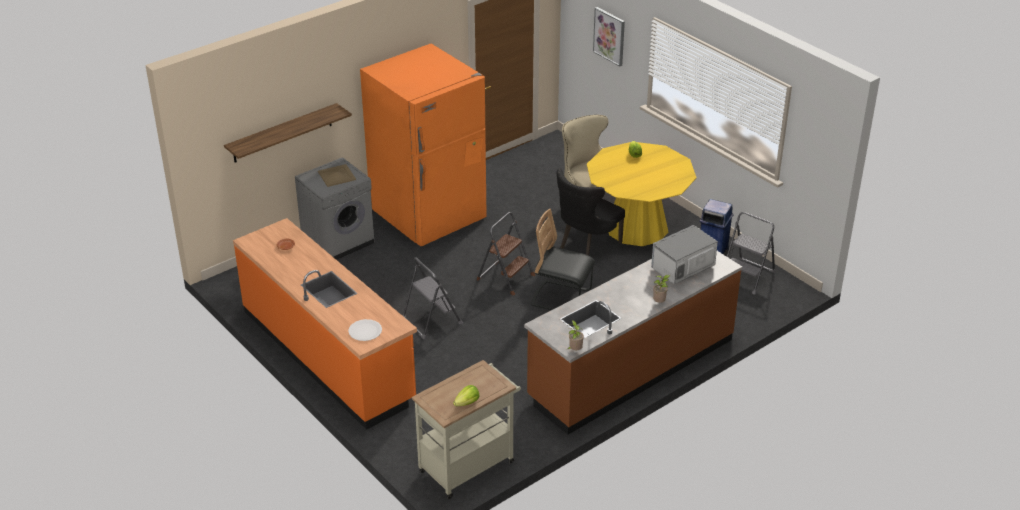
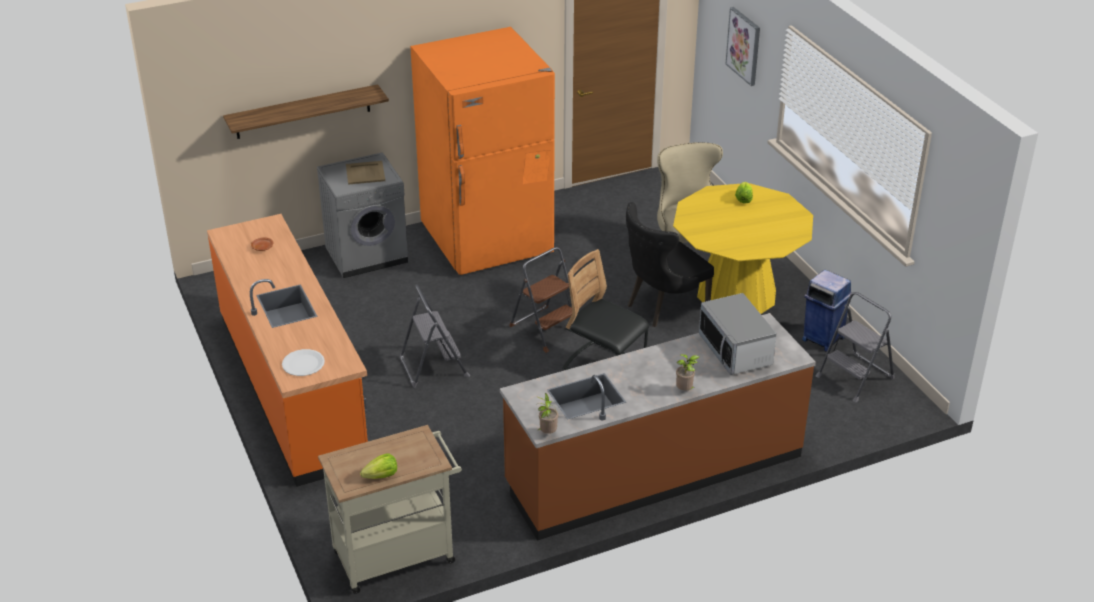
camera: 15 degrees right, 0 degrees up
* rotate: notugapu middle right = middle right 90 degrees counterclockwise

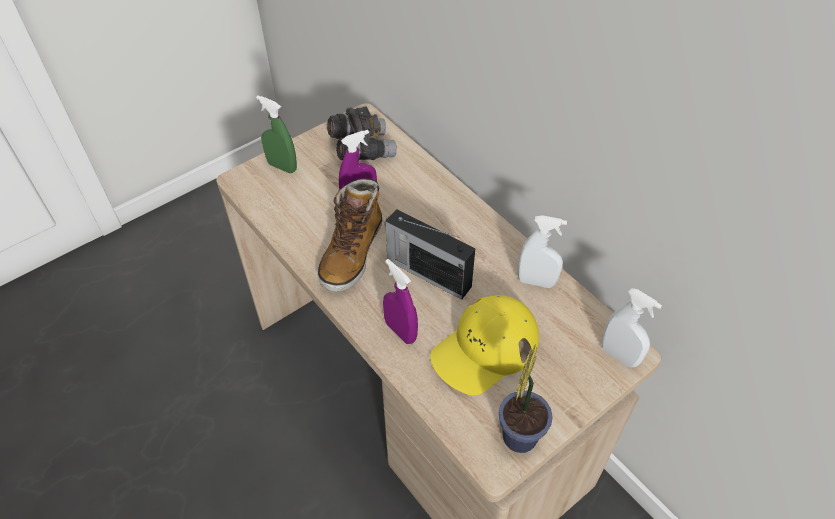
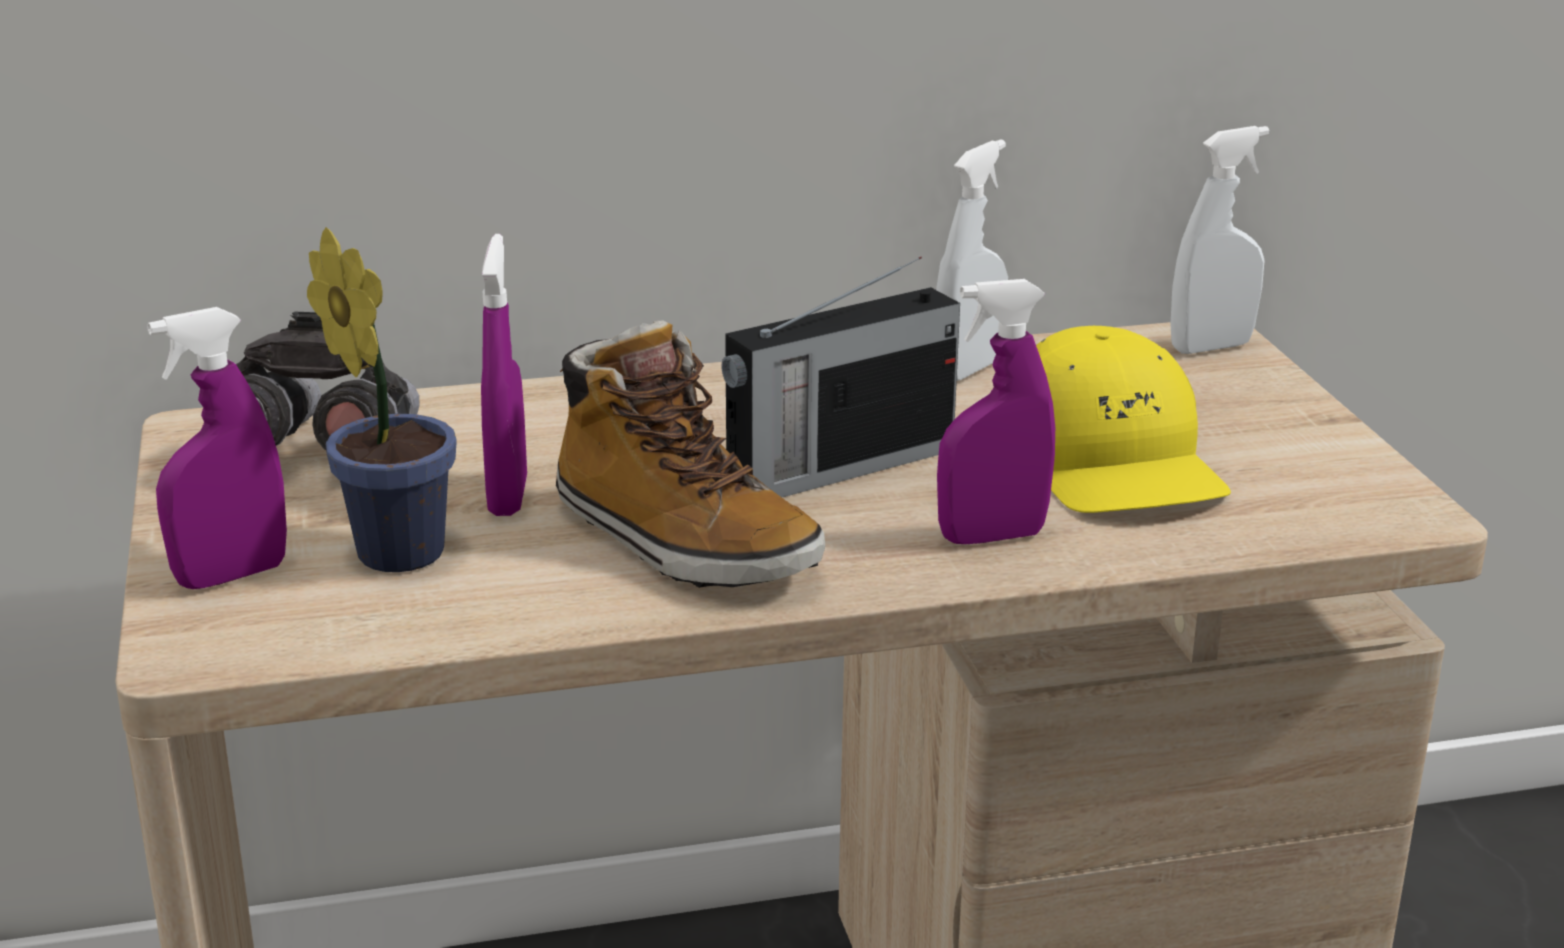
camera: 65 degrees left, 25 degrees down
* move: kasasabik bottom centre to middle left
* recolor: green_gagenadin top left to purple_gagenadin (1st from left) middle left

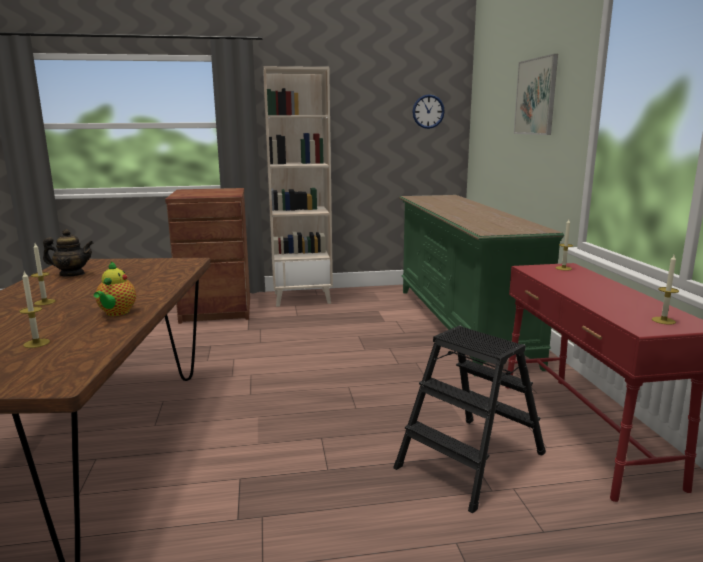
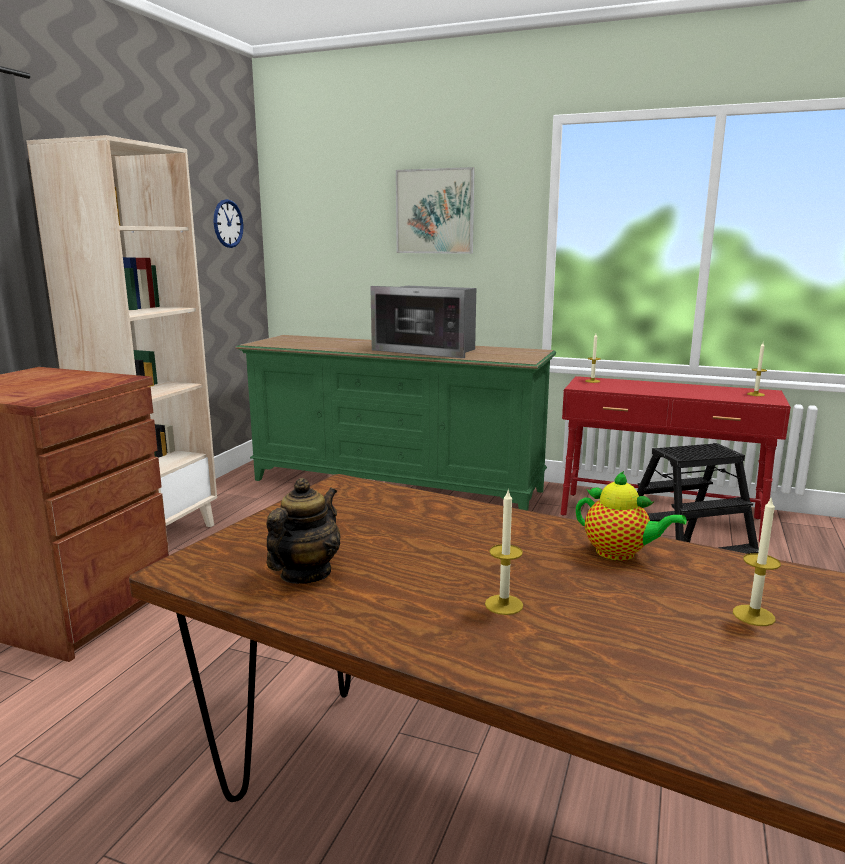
camera: 60 degrees left, 0 degrees up
* insert: notugapu centre

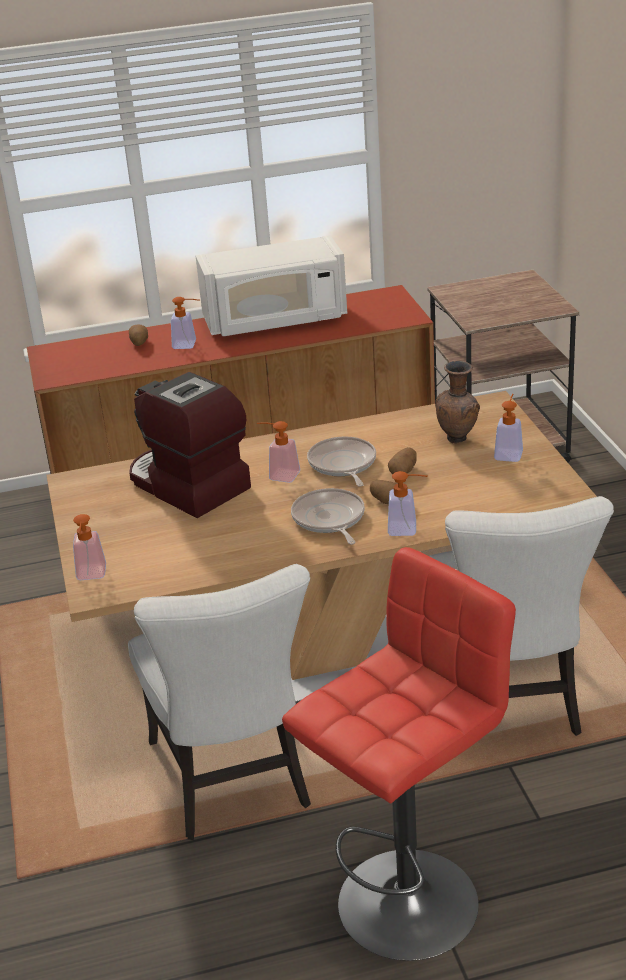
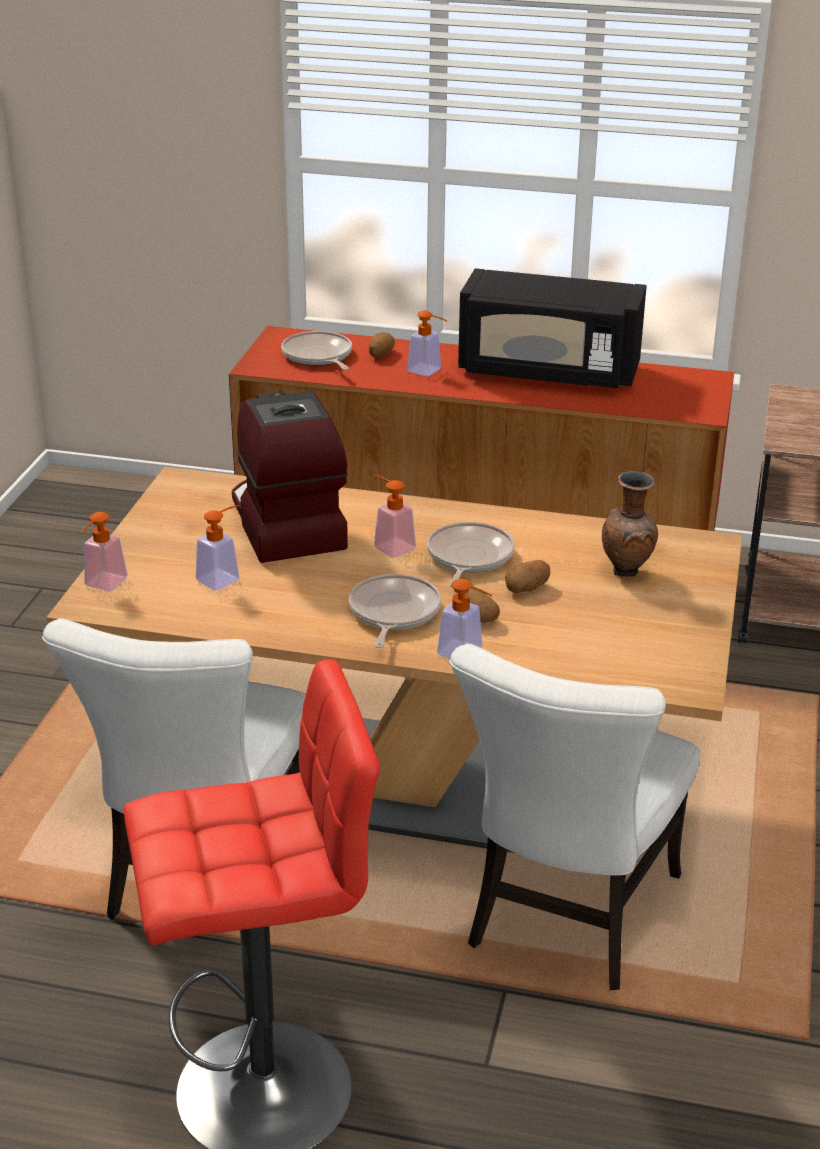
camera: 25 degrees right, 0 degrees up
* insert: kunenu (1st from left) top centre
* move: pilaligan (5th from left in the first image) middle right to pilaligan (2nd from left) middle left
* recolor: white_notugapu top centre to black_notugapu top right

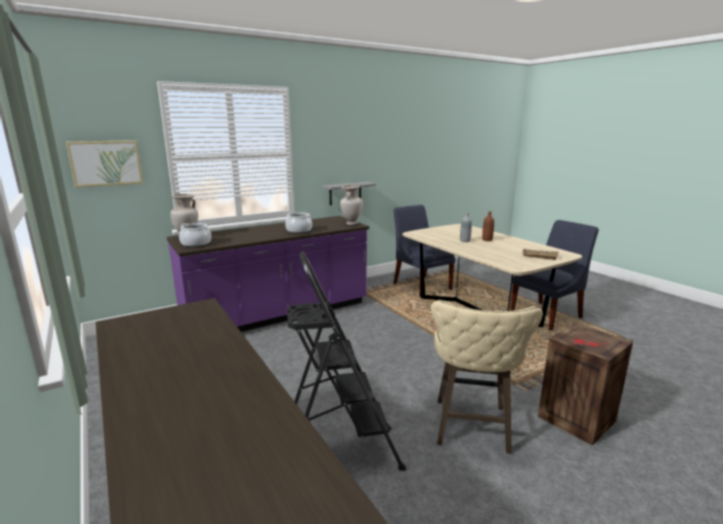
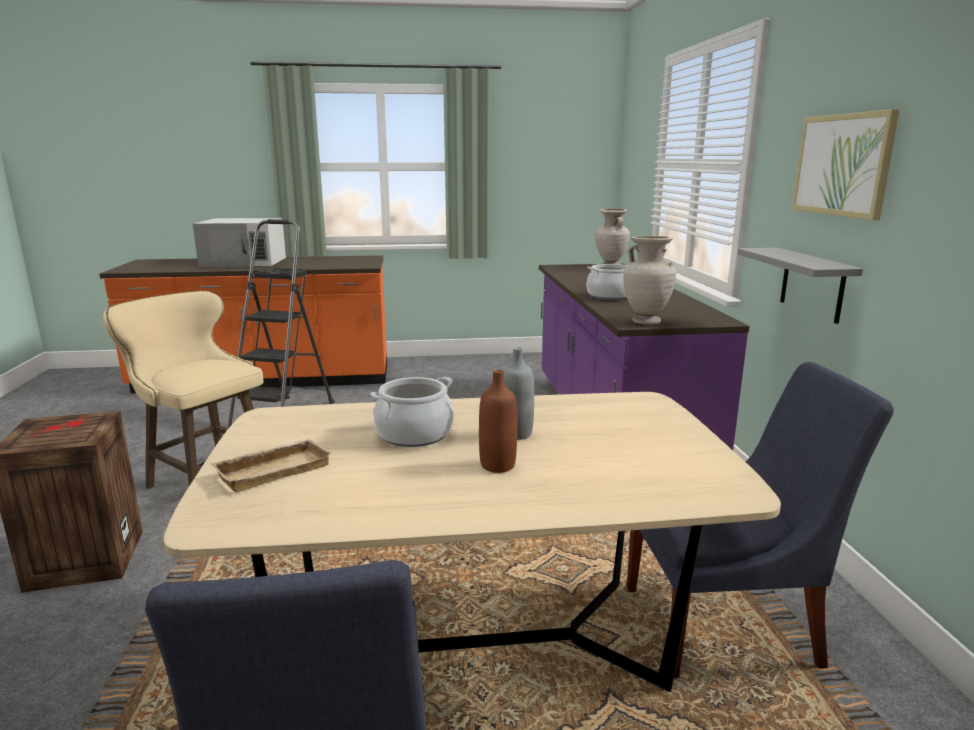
camera: 115 degrees right, 0 degrees up
* insert: white_notugapu top left
* move: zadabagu top left to top right
* move: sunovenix (1st from left) middle left to centre

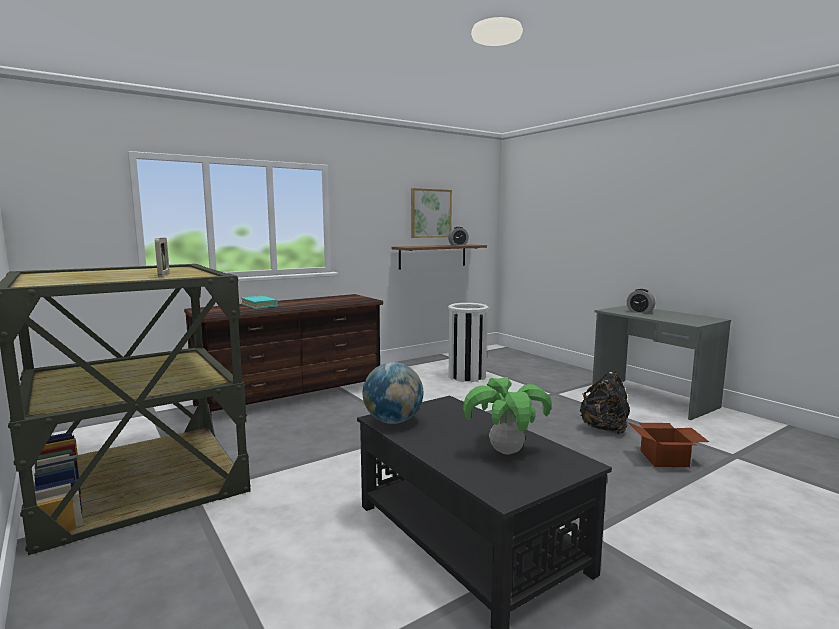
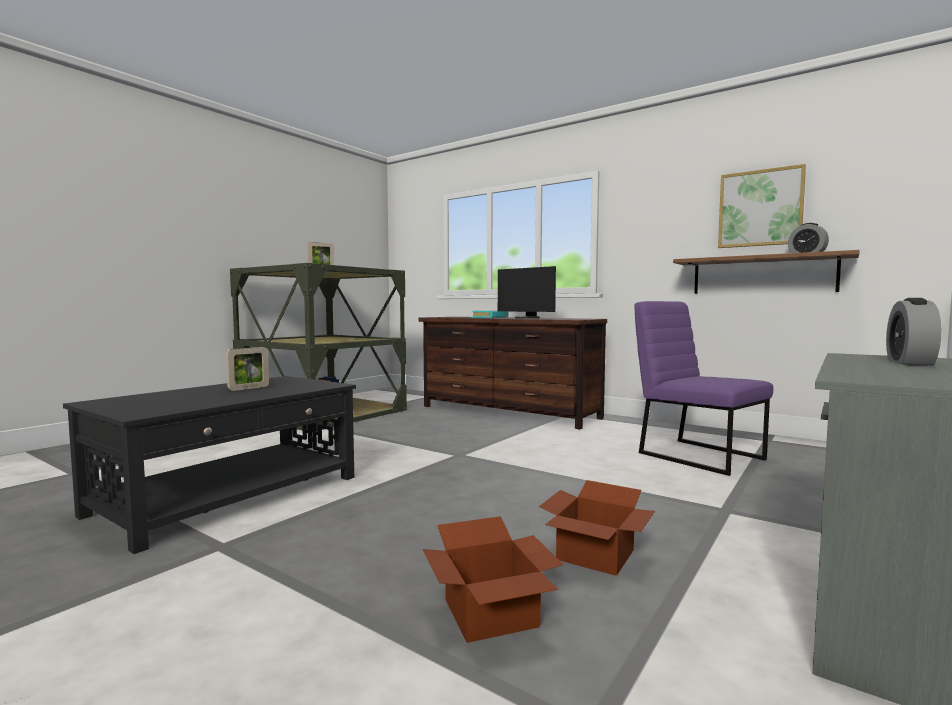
camera: 70 degrees right, 5 degrees down
* delete: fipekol centre
* delete: kasasabik centre
* insert: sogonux (1st from left) middle left
* insert: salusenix centre
* replace: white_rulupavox centre to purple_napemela middle right
* replace: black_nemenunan middle right to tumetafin (2nd from left) bottom centre

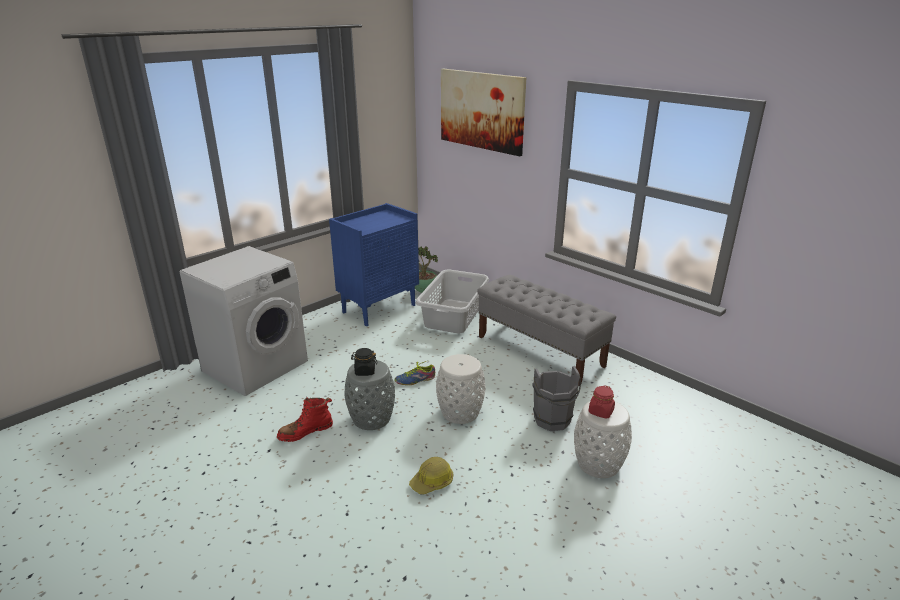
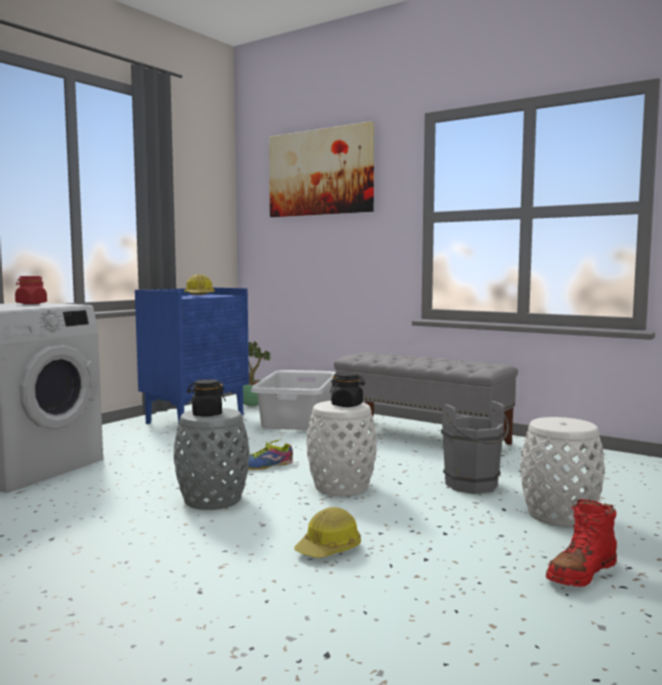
camera: 10 degrees left, 20 degrees down
* insert: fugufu (1st from left) middle left
* insert: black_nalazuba (2nd from left) centre
* move: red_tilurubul bottom centre to bottom right
* move: red_nalazuba bottom right to middle left

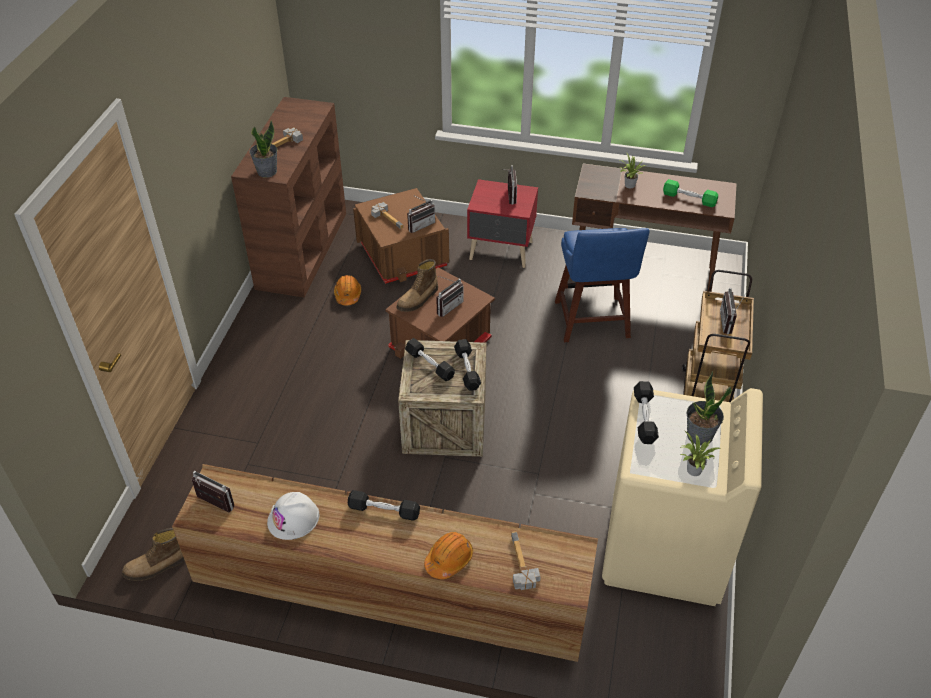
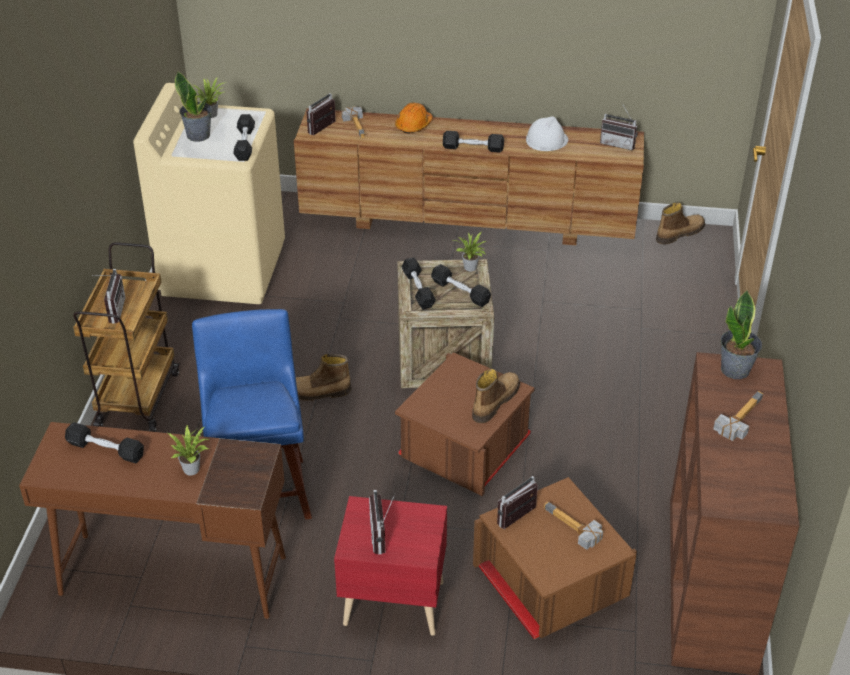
camera: 175 degrees right, 5 degrees down
* delete: orange_fugufu (1st from left) centre
* insert: tilurubul (1st from left) centre
* insert: kasasabik (4th from left) centre
* move: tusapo (3rd from left in the first image) centre to tusapo (2nd from left) top centre
* recolor: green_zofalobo top right to black_zofalobo (1st from left) middle left

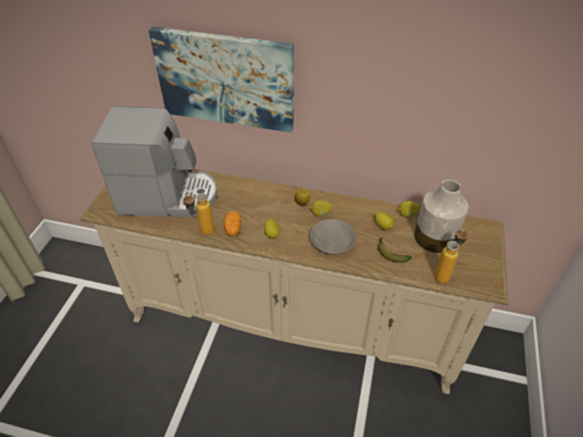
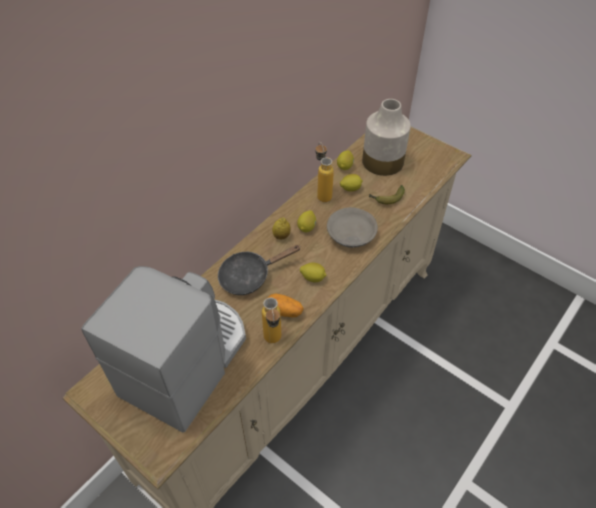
camera: 65 degrees left, 5 degrees up
* delete: zadabagu top centre
* insert: black_kunenu centre
* move: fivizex (2nd from left) middle right to centre

